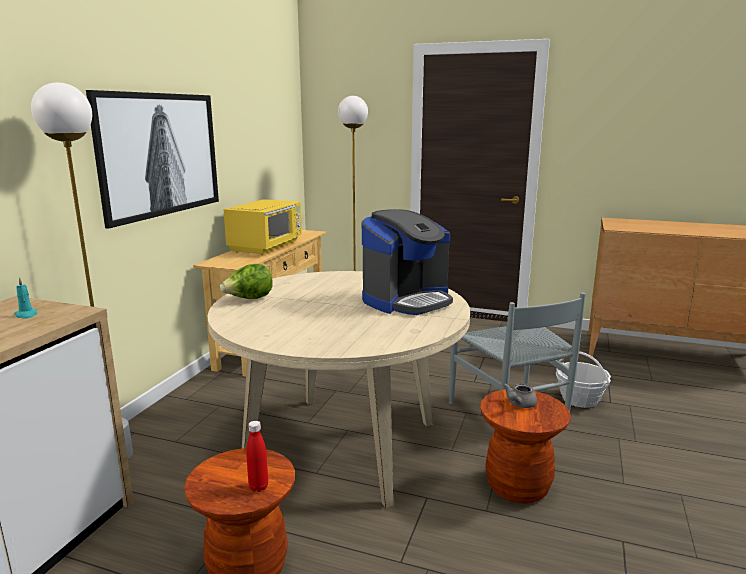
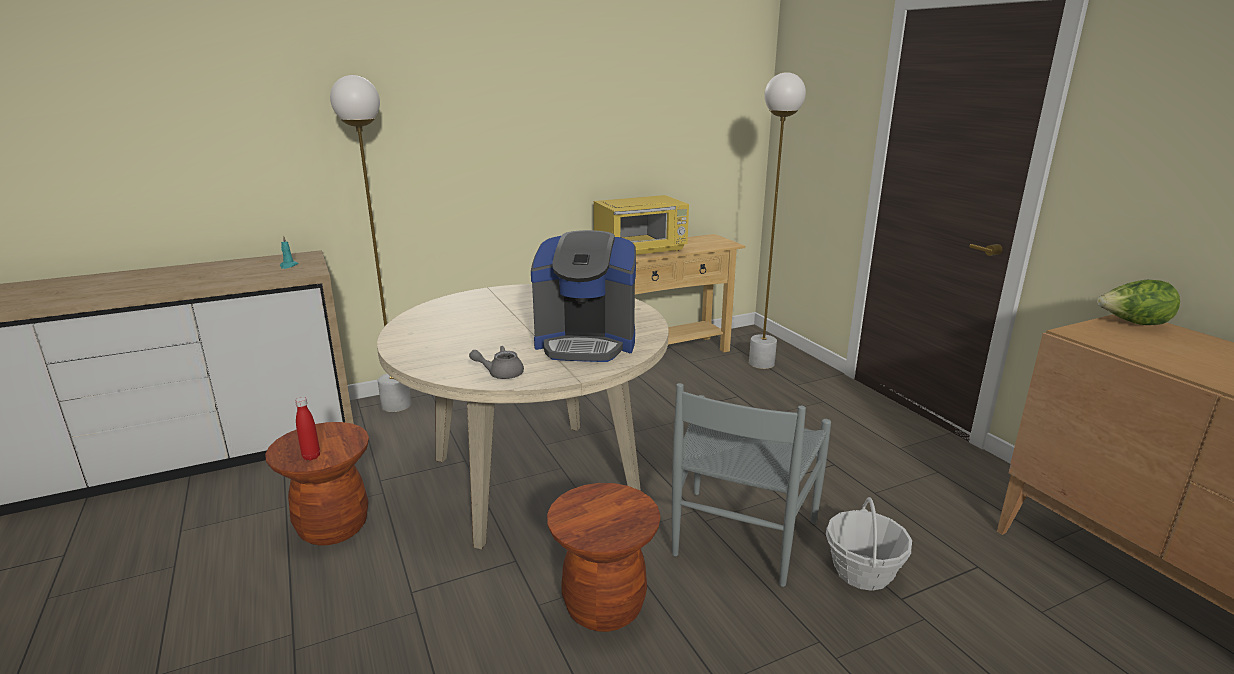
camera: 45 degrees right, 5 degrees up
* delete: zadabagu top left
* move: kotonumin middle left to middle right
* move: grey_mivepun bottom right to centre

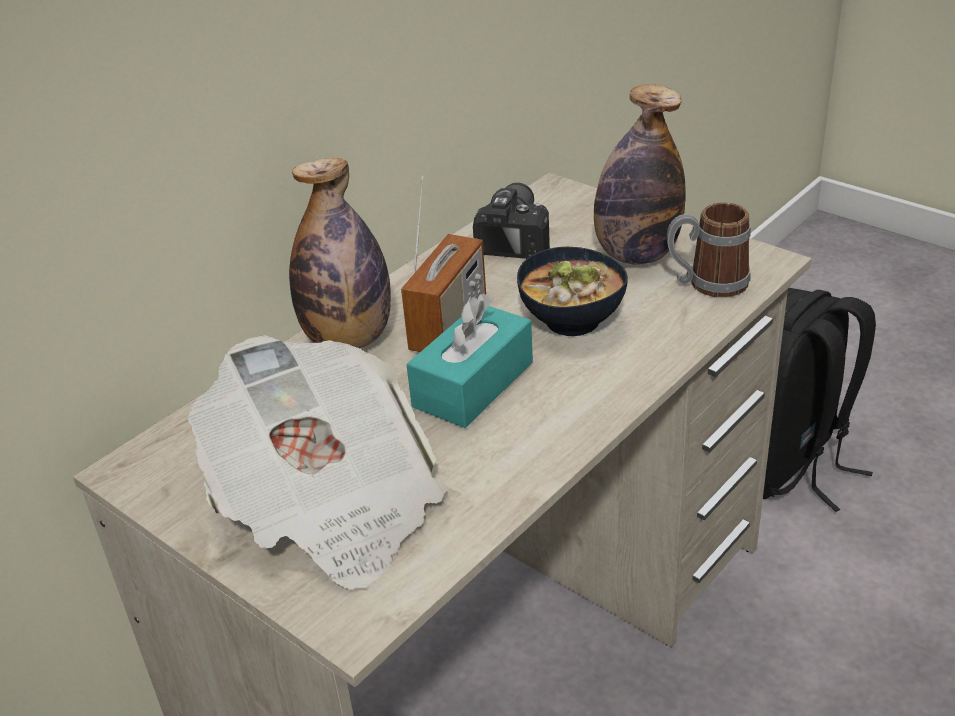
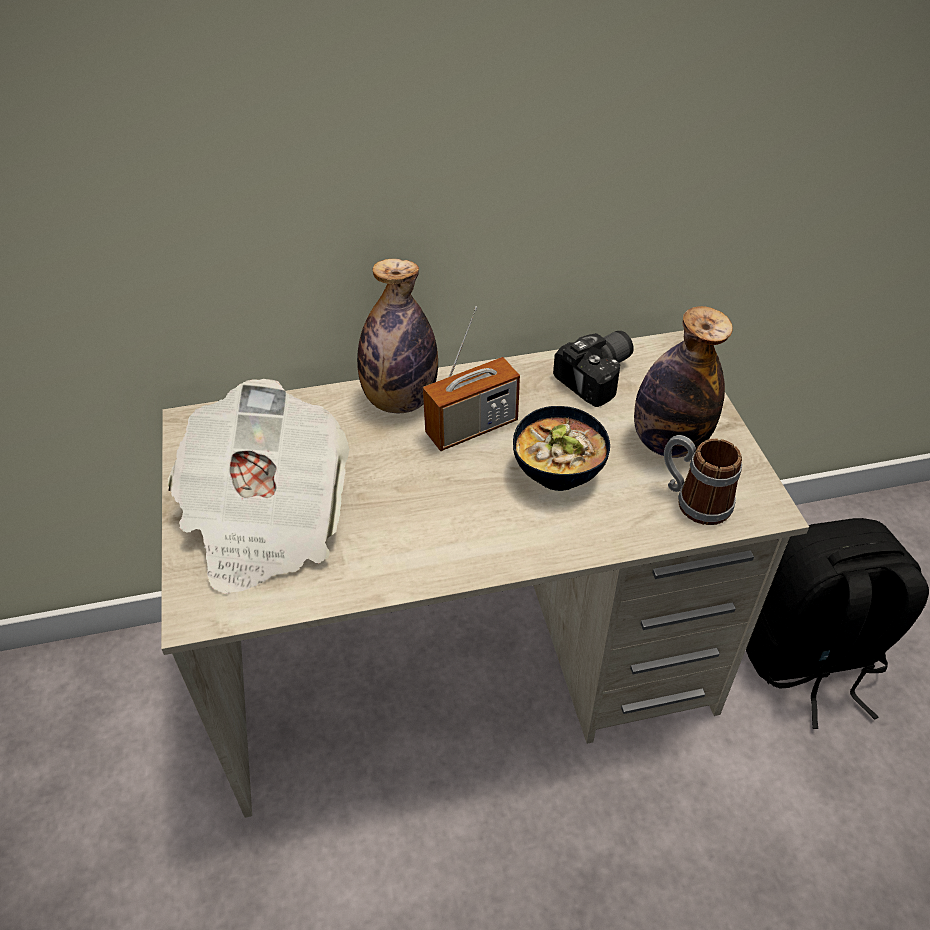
camera: 35 degrees right, 10 degrees up
* delete: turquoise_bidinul centre

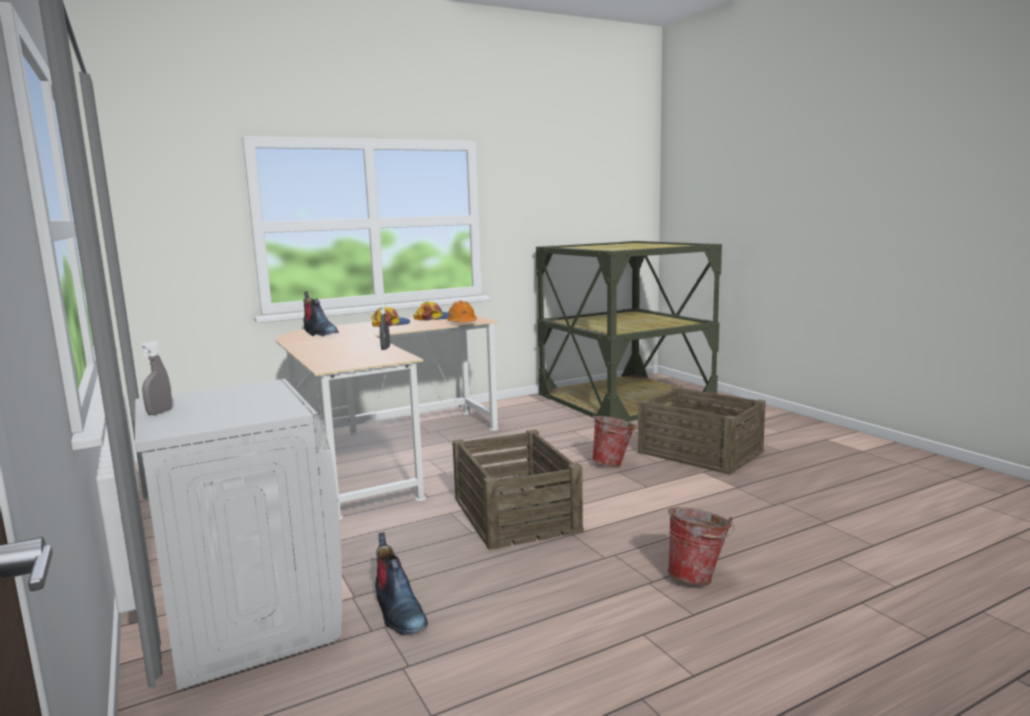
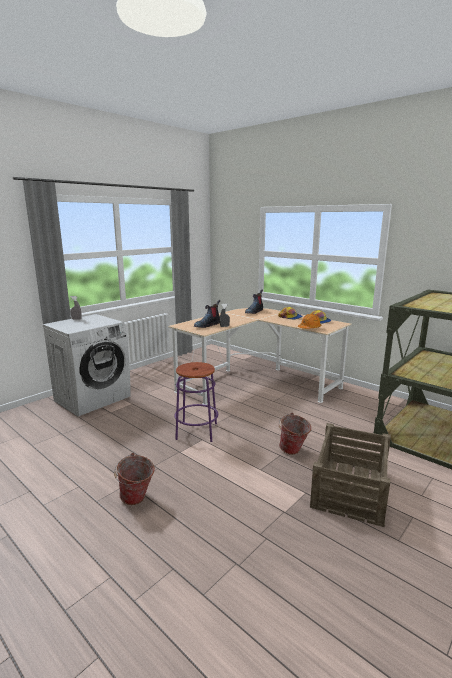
camera: 70 degrees right, 5 degrees up
* move: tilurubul (2nd from left in the first image) bottom centre to tilurubul (1st from left) centre
* replace: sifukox (1st from left) bottom centre to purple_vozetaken centre

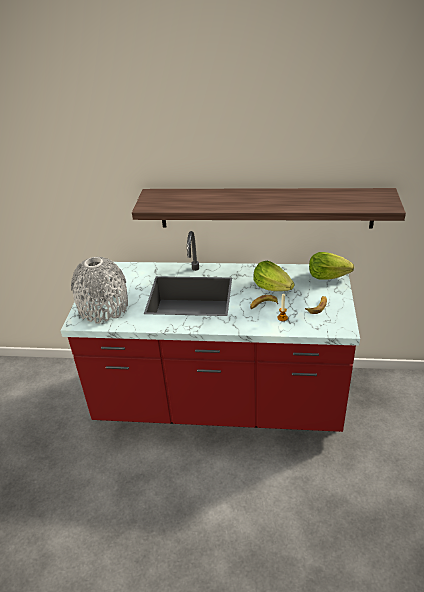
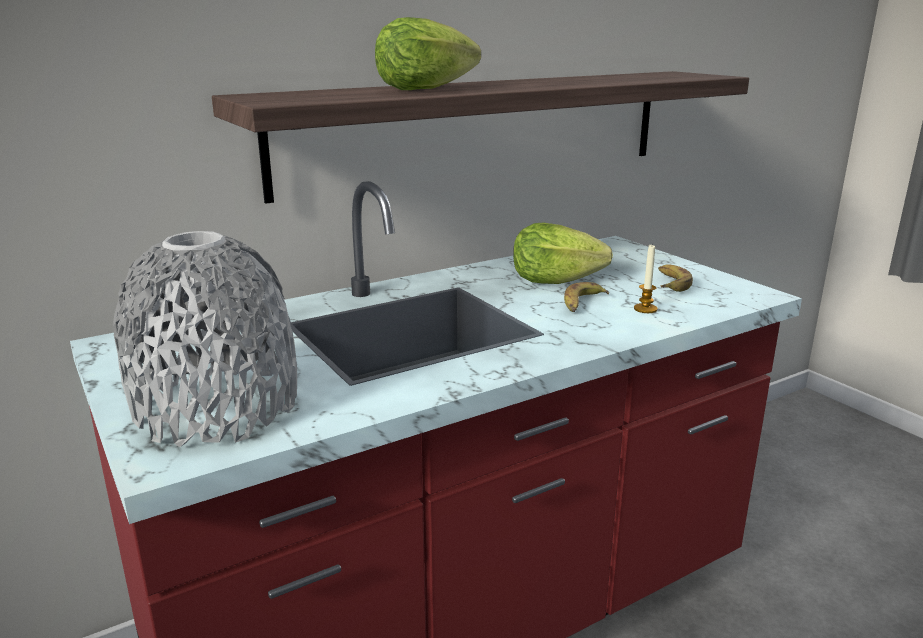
camera: 40 degrees left, 15 degrees down
* move: kotonumin (2nd from left in the first image) middle right to kotonumin (1st from left) top centre

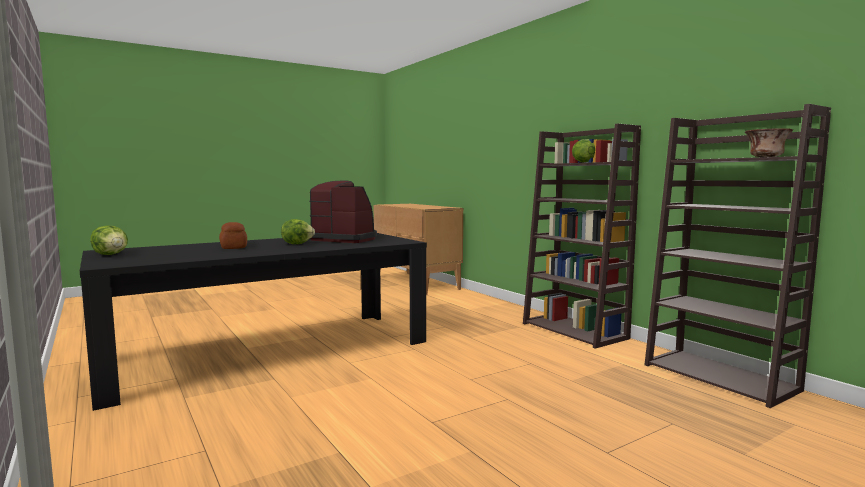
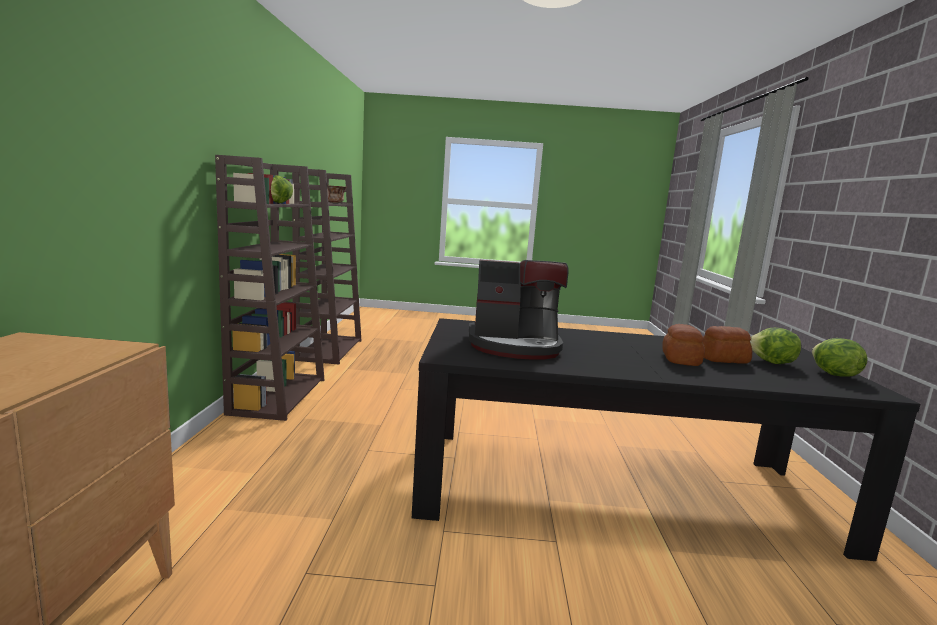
camera: 145 degrees left, 5 degrees up
* insert: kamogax (2nd from left) middle right
* move: kotonumin (2nd from left) centre to middle right
* rotate: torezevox centre = centre 60 degrees counterclockwise

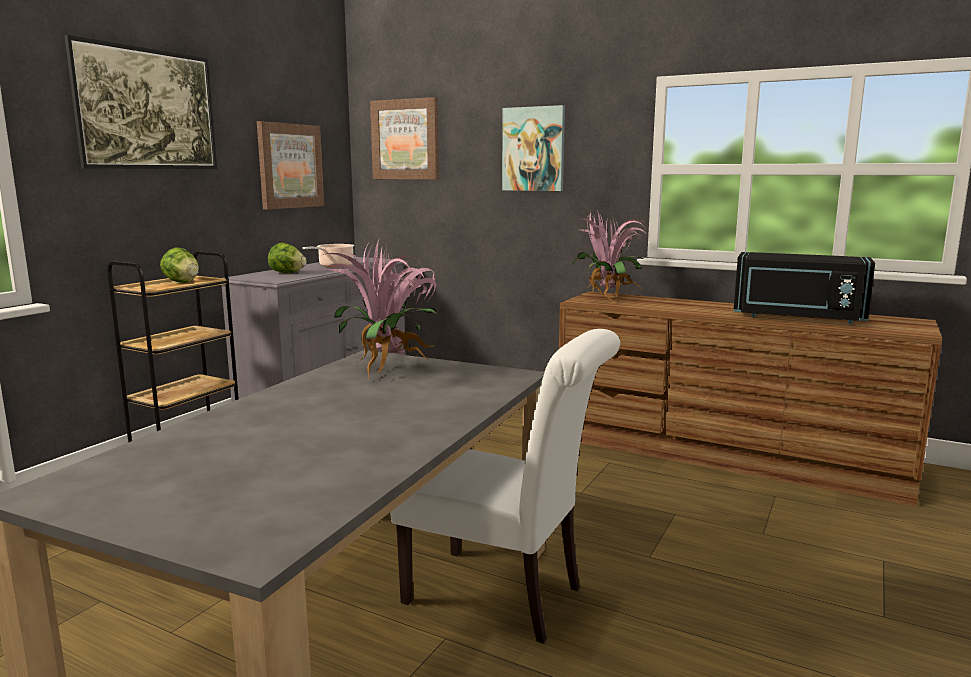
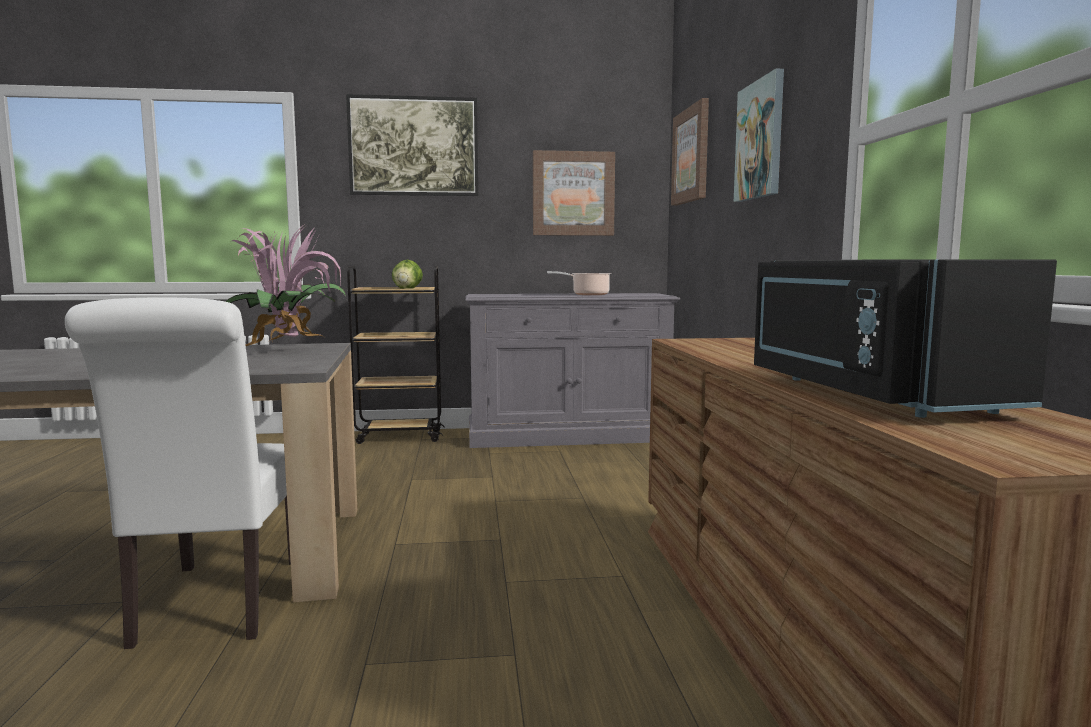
camera: 55 degrees right, 5 degrees down
* delete: kotonumin (2nd from left) middle left
* delete: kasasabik (2nd from left) centre

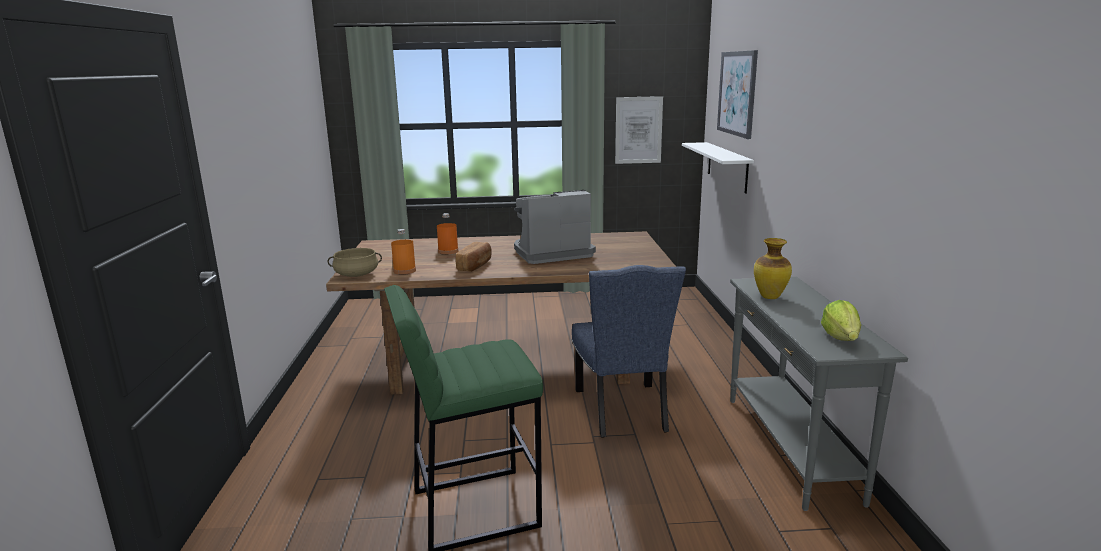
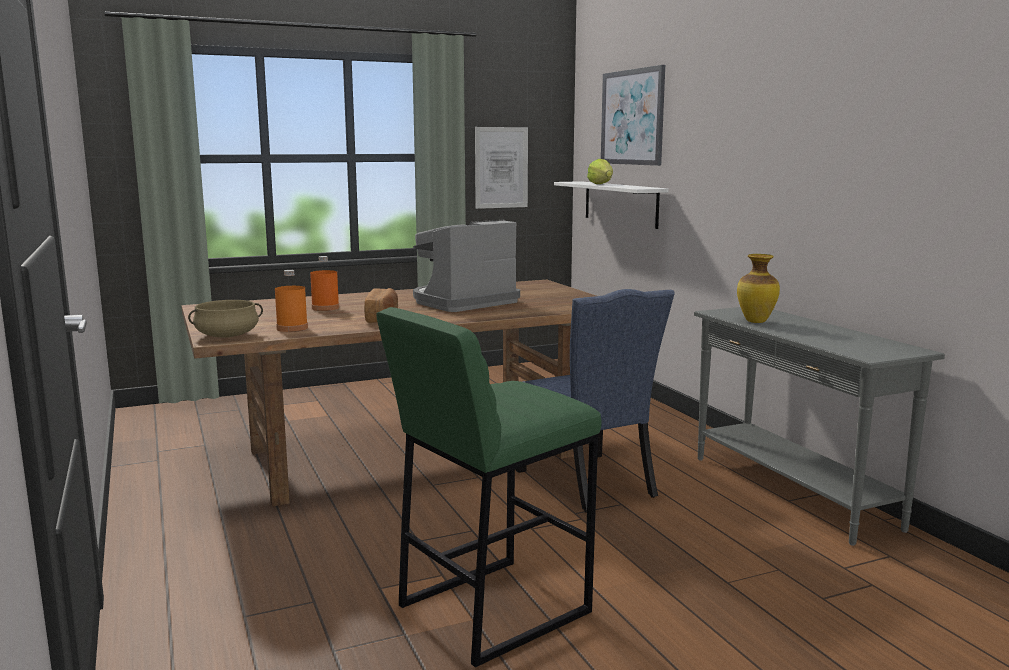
camera: 20 degrees left, 5 degrees down
* move: kotonumin middle right to top centre

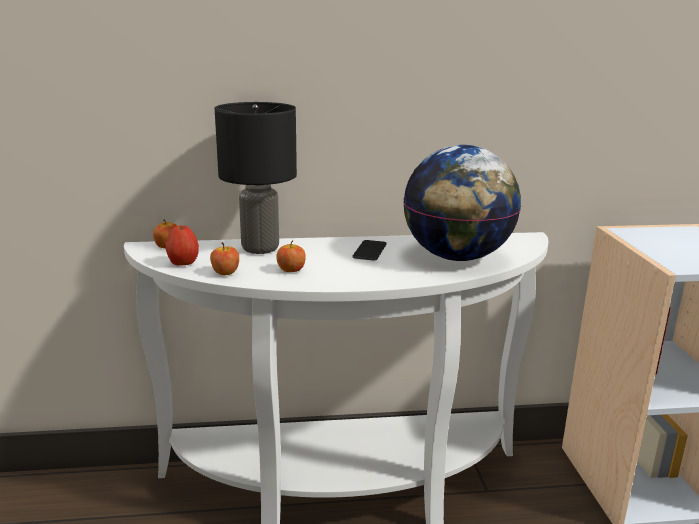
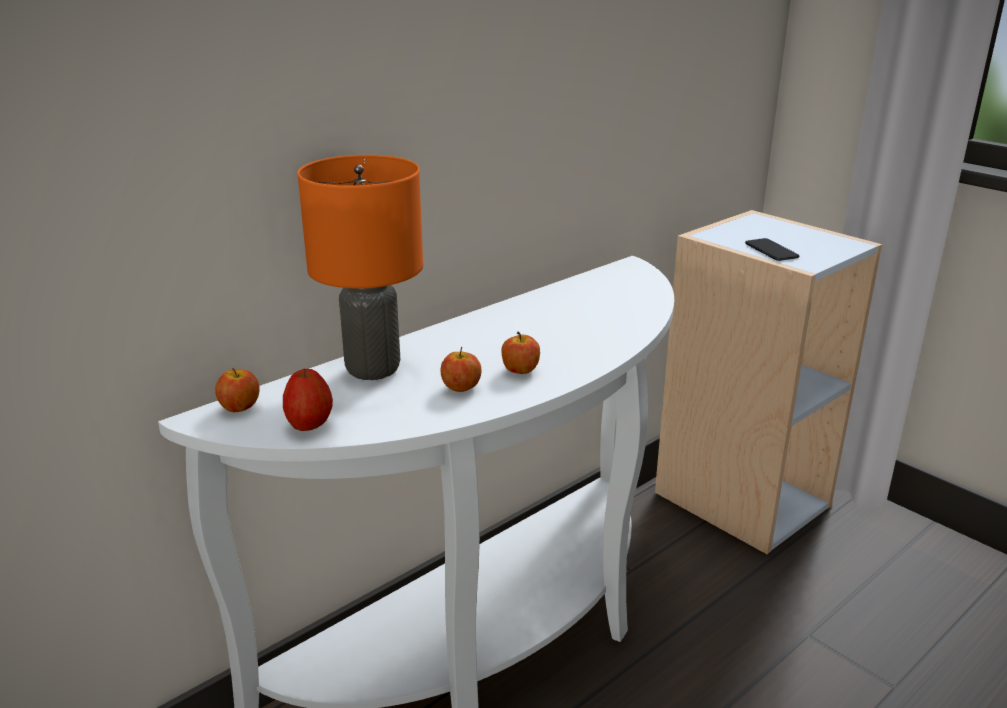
camera: 35 degrees left, 5 degrees up
* delete: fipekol centre
* move: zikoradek (3rd from left in the first image) middle left to zikoradek (4th from left) centre
* move: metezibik centre to middle right
* recolor: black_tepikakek centre to orange_tepikakek centre

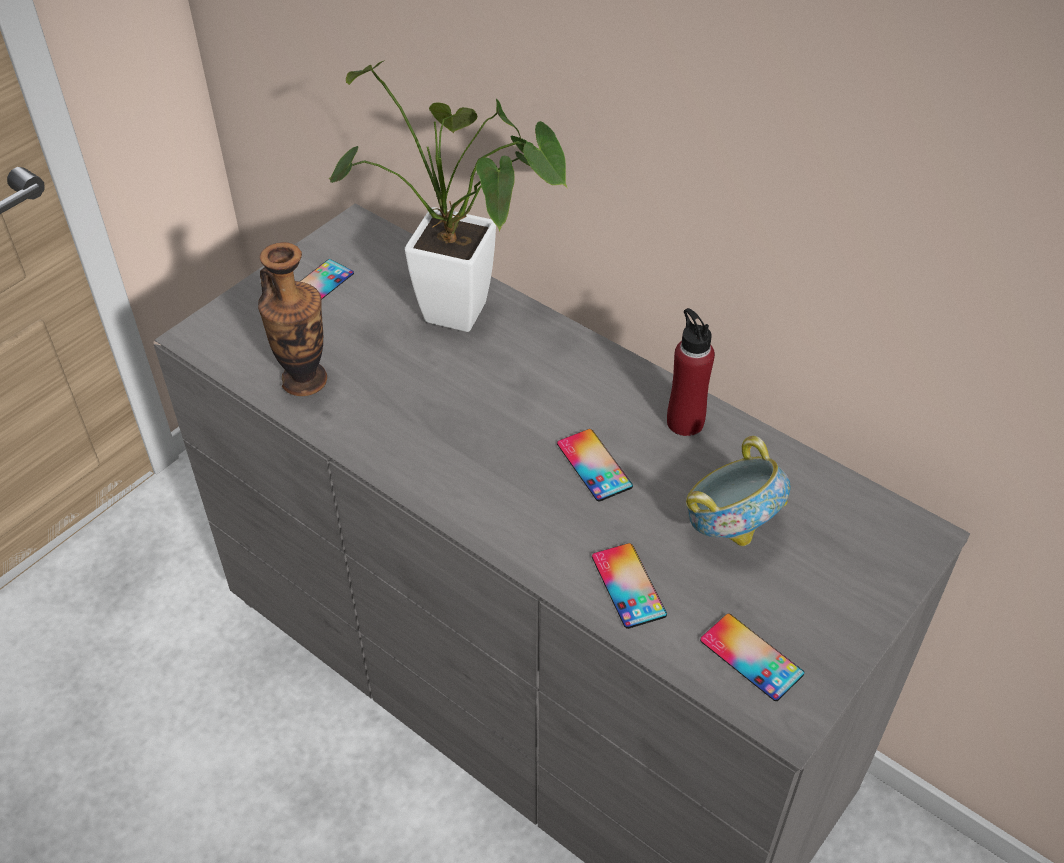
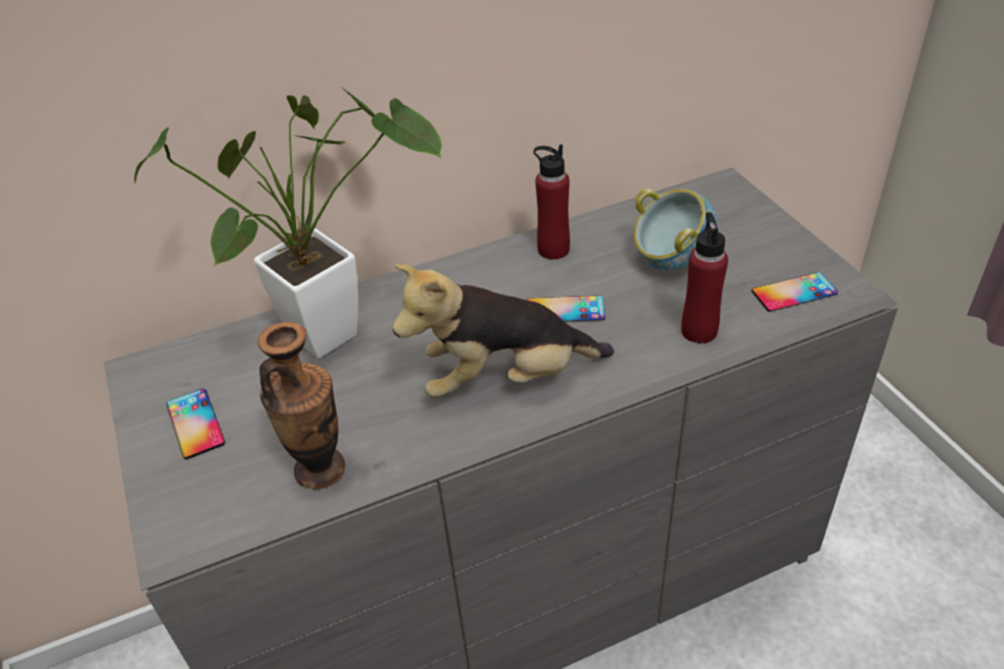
camera: 60 degrees left, 5 degrees down
* insert: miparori centre
* replace: metezibik (3rd from left) bottom centre to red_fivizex (2nd from left) middle right

